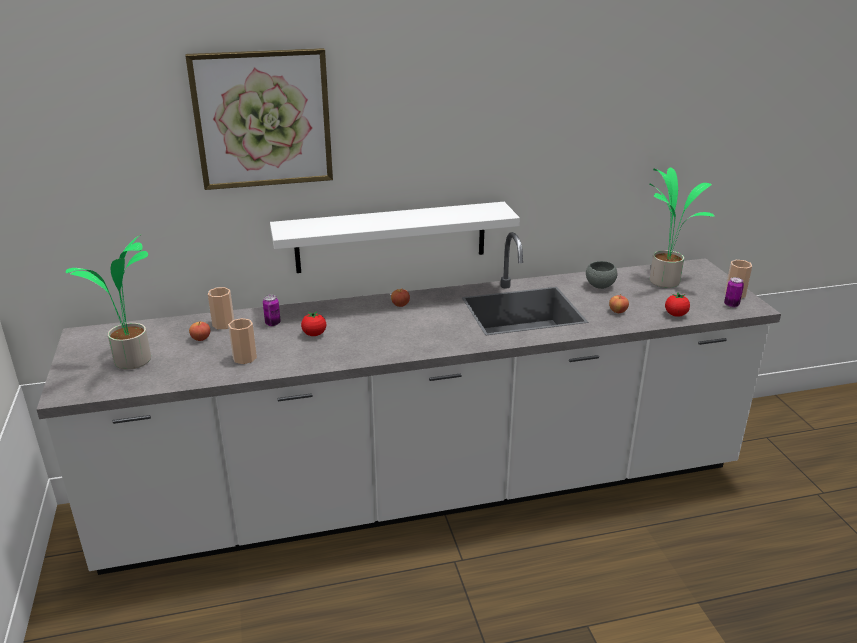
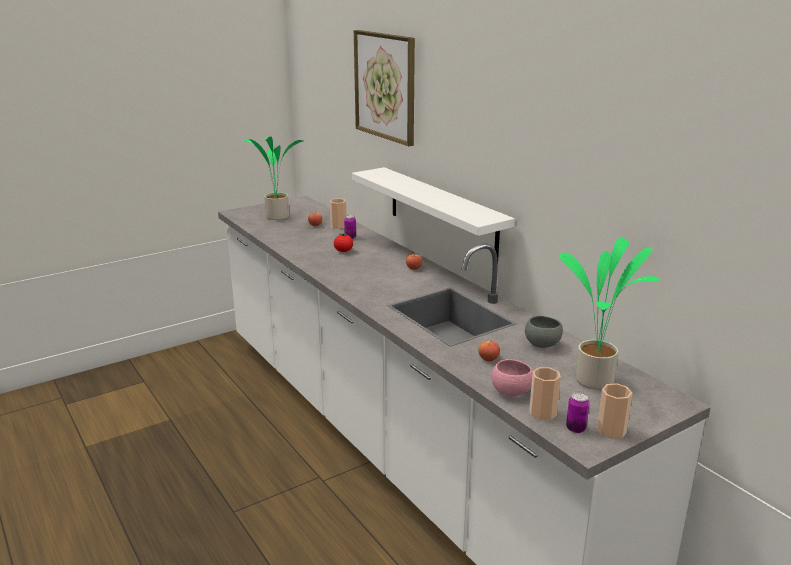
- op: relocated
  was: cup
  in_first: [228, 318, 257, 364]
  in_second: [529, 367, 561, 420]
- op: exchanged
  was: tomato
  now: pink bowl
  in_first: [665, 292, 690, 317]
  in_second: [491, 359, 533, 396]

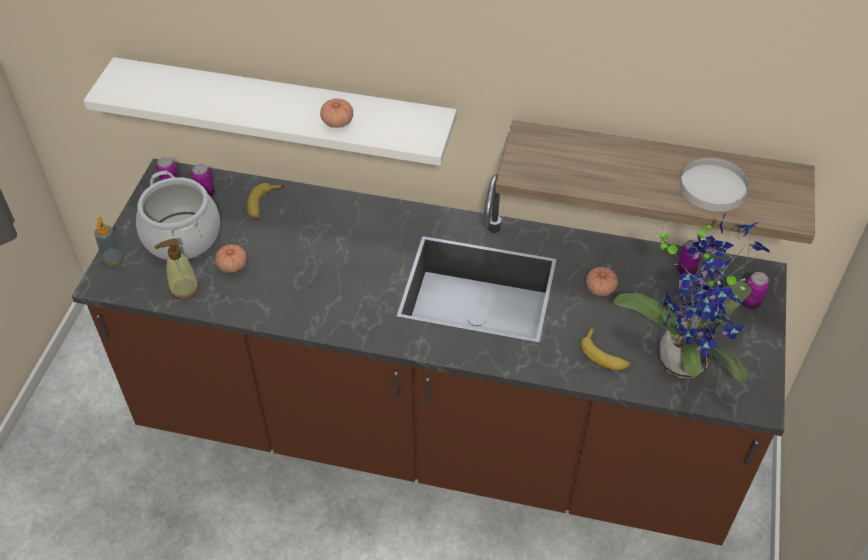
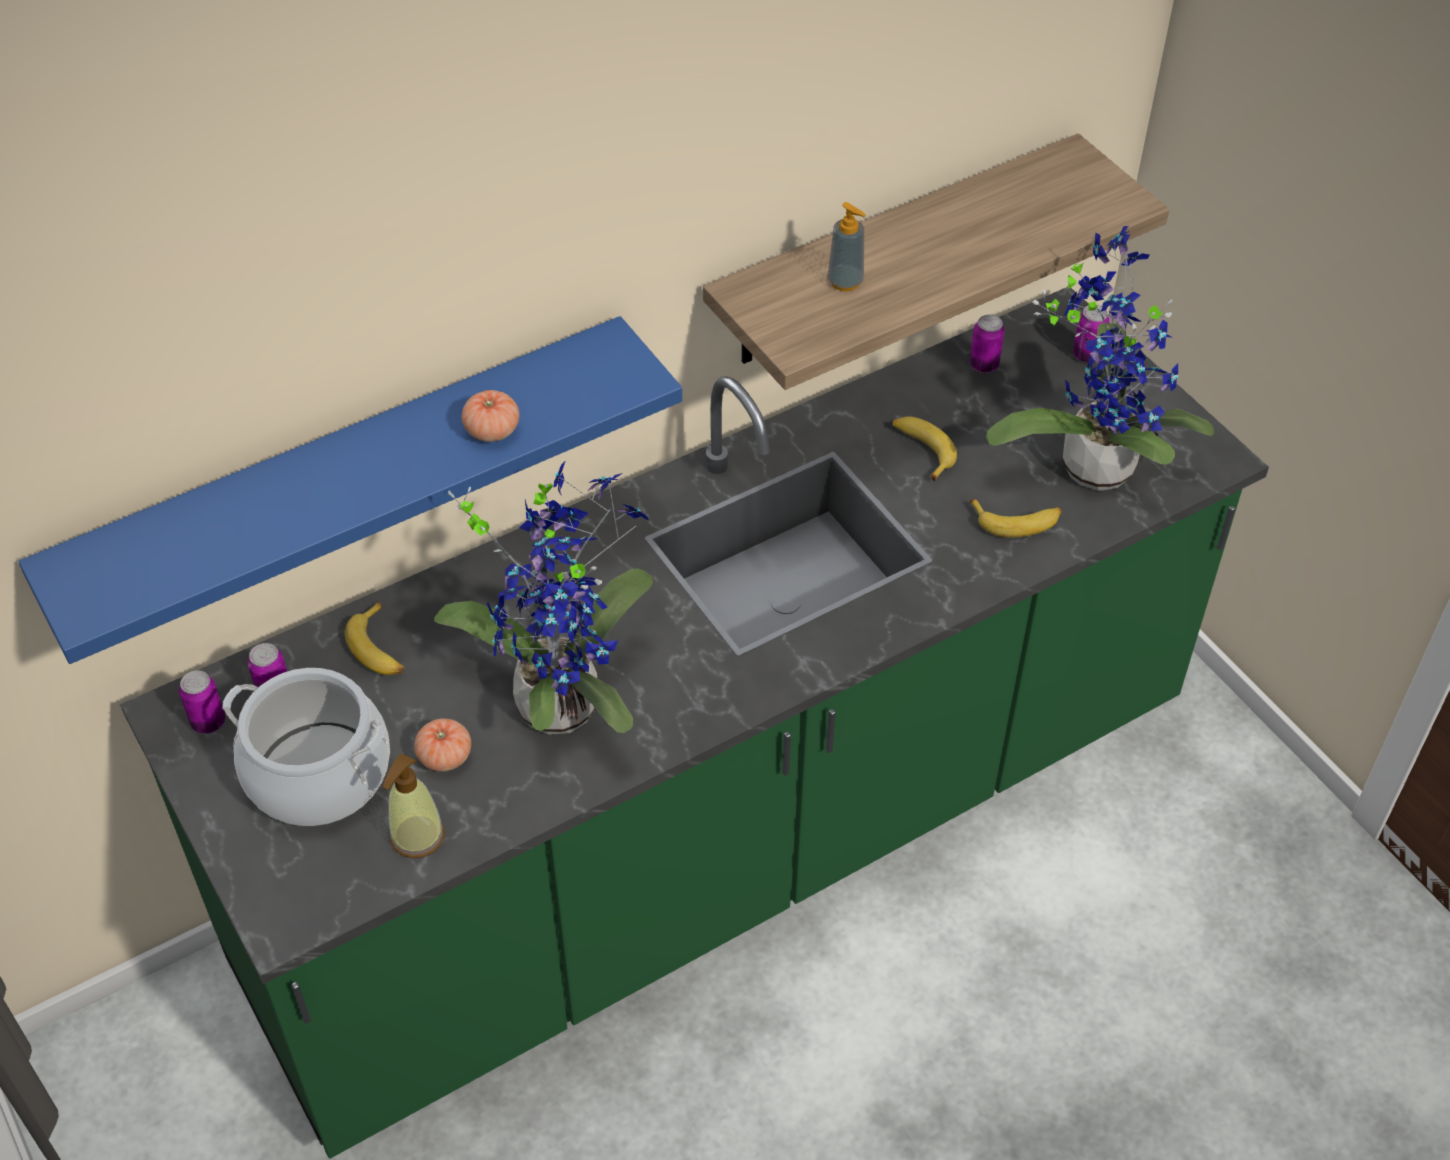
- op: missing
  was: white plate
  in_first: [680, 157, 749, 212]
- op: appeared
  now: potted plant
  in_second: [434, 460, 653, 735]
- op: relocated
  was: soap dispenser
  in_first: [94, 217, 123, 265]
  in_second: [827, 202, 866, 291]
- op: exchanged
  was: tomato
  now: banana
  in_first: [586, 267, 618, 296]
  in_second: [893, 416, 957, 481]
- op: colour
  was: brown counter
  now: green counter
  in_first: [72, 158, 787, 545]
  in_second: [120, 287, 1269, 1158]
- op: colour
  was: white shelf
  now: blue shelf
  in_first: [83, 57, 457, 166]
  in_second: [19, 316, 682, 664]

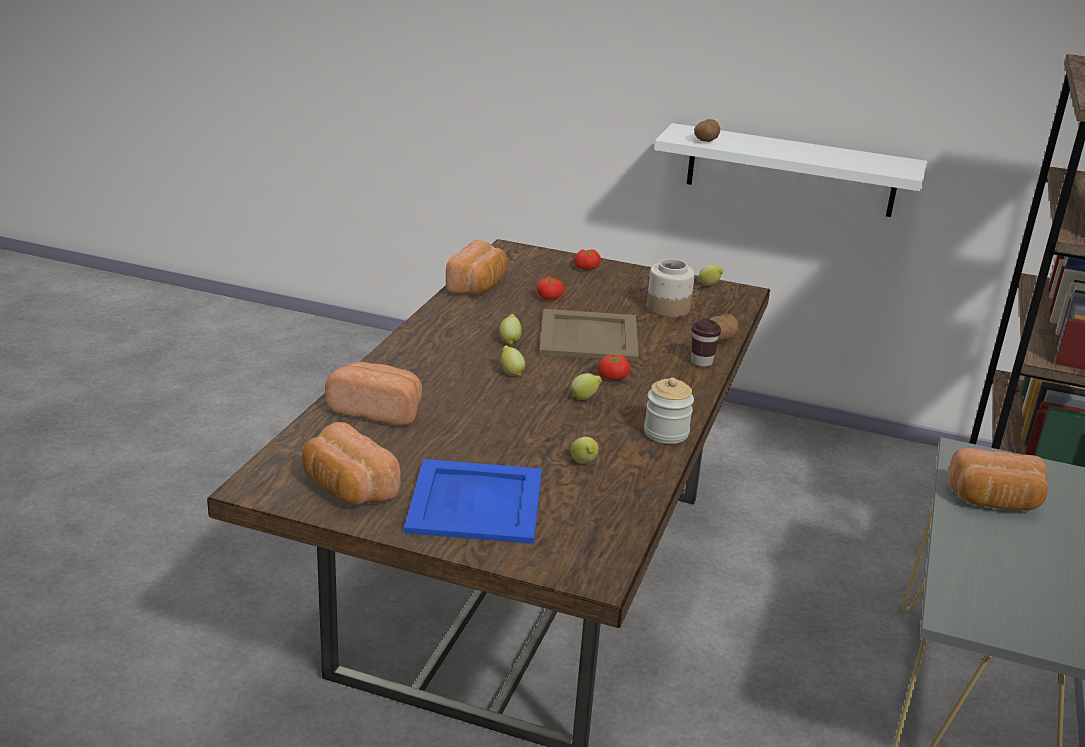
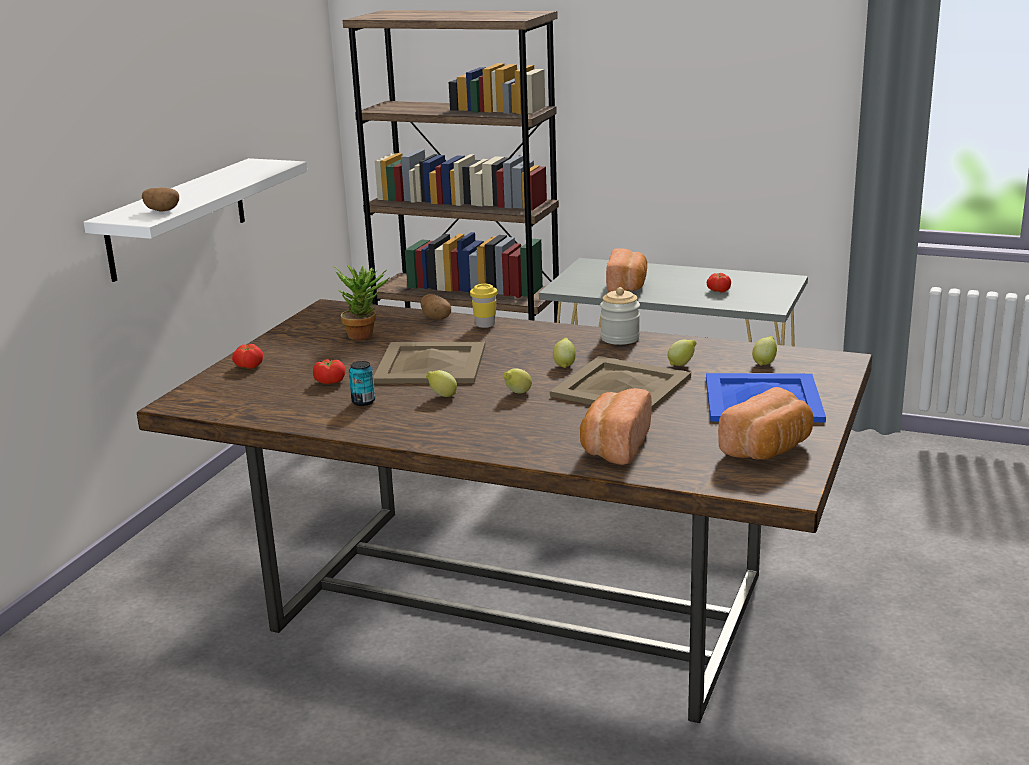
- op: missing
  was: bread
  in_first: [446, 240, 507, 294]
- op: appeared
  now: can
  in_second: [349, 361, 375, 406]
- op: appeared
  now: beige tray
  in_second: [550, 356, 691, 411]
- op: relocated
  was: tomato
  in_first: [598, 354, 630, 380]
  in_second: [707, 273, 731, 293]
- op: relocated
  was: lemon
  in_first: [699, 265, 723, 286]
  in_second: [752, 336, 777, 366]
- op: exchanged
  was: jar
  now: potted plant
  in_first: [647, 259, 695, 317]
  in_second: [334, 265, 389, 340]
- op: colour
  was: brown cup
  now: yellow cup
  in_first: [691, 319, 721, 367]
  in_second: [470, 284, 497, 328]

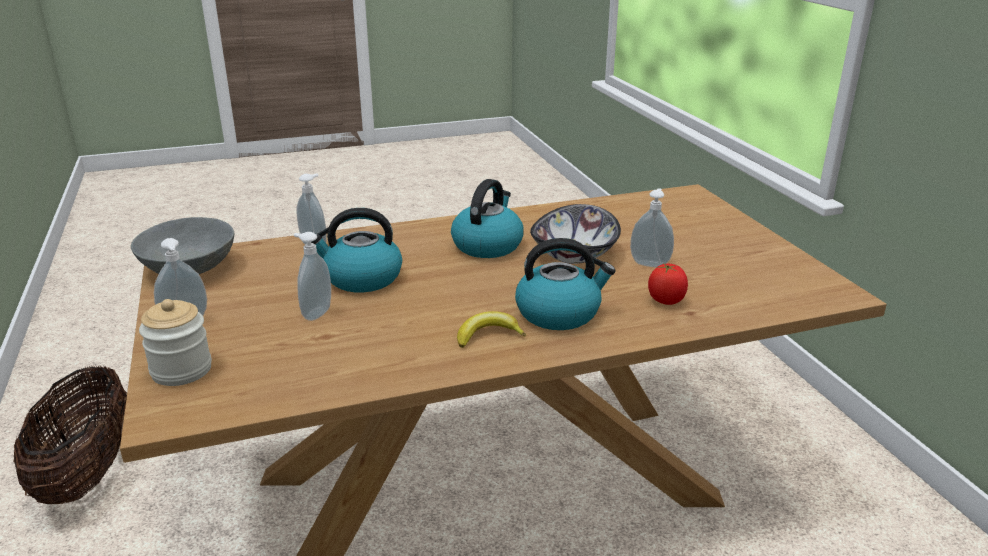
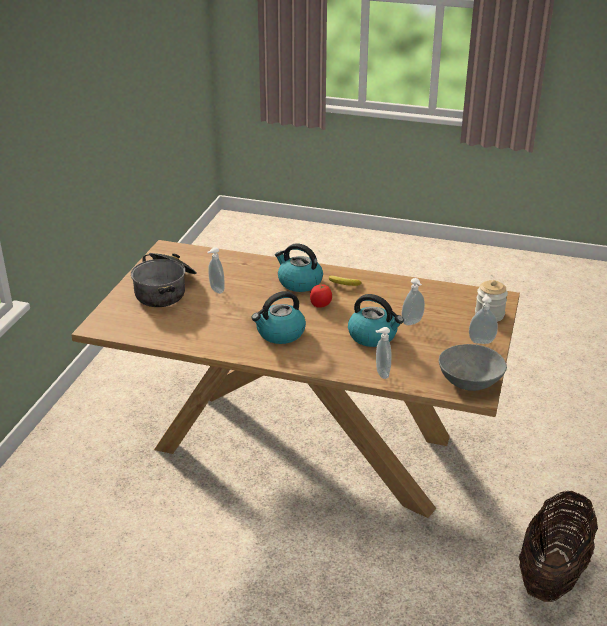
- op: missing
  was: bowl
  in_first: [530, 204, 621, 264]
- op: appeared
  now: cooking pot
  in_second: [131, 253, 197, 307]
- op: relocated
  was: tomato
  in_first: [648, 263, 688, 305]
  in_second: [310, 284, 332, 308]

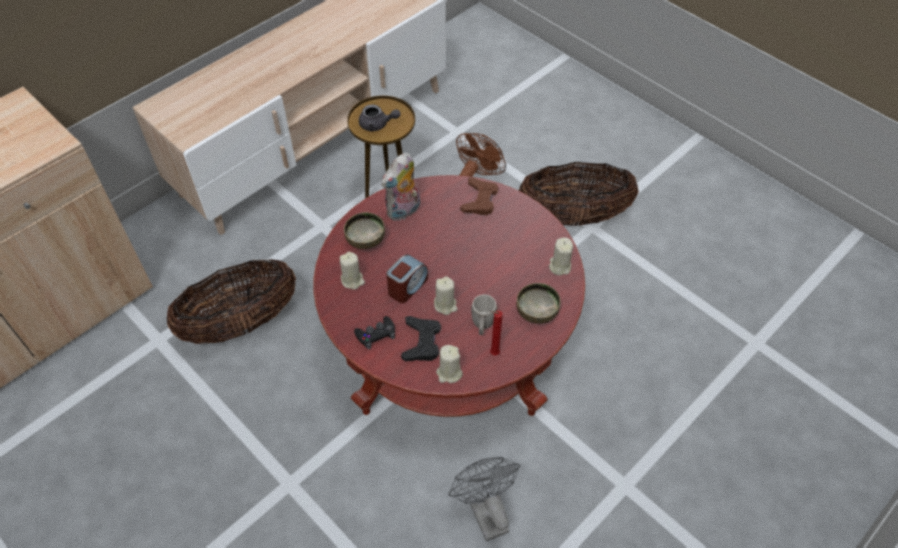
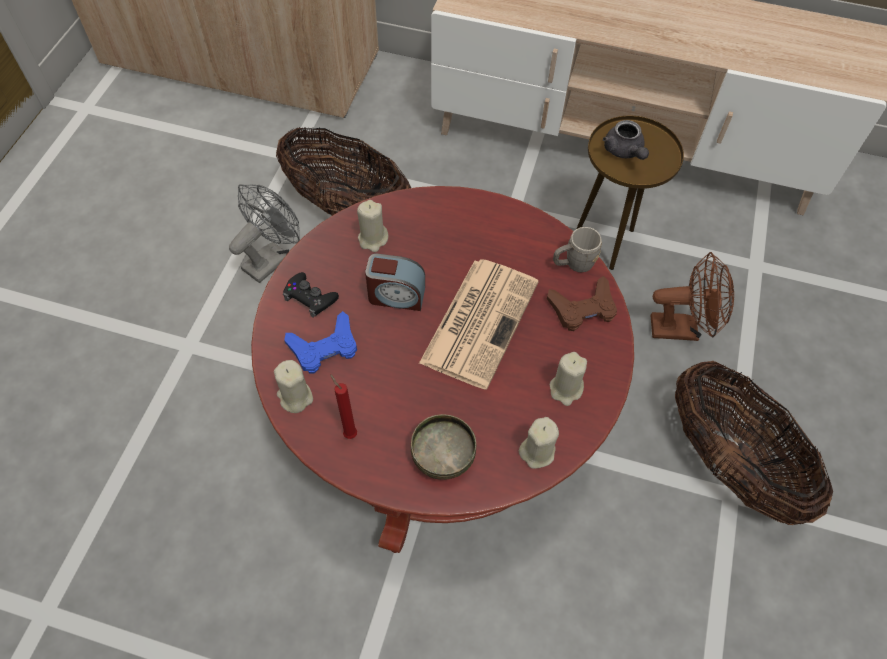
- op: missing
  was: bowl
  in_first: [344, 212, 385, 249]
- op: missing
  was: plush toy
  in_first: [381, 153, 420, 221]
- op: appeared
  now: newspaper
  in_second: [419, 259, 539, 389]
- op: relocated
  was: beige candle
  in_first: [434, 276, 458, 315]
  in_second: [550, 352, 587, 406]
- op: relocated
  was: grey fan
  in_first: [448, 457, 520, 541]
  in_second: [229, 184, 300, 283]
- op: relocated
  was: grey mug
  in_first: [471, 294, 497, 335]
  in_second: [553, 227, 602, 272]
- op: colour
  was: black game controller
  now: blue game controller
  in_first: [401, 316, 441, 361]
  in_second: [284, 311, 357, 374]

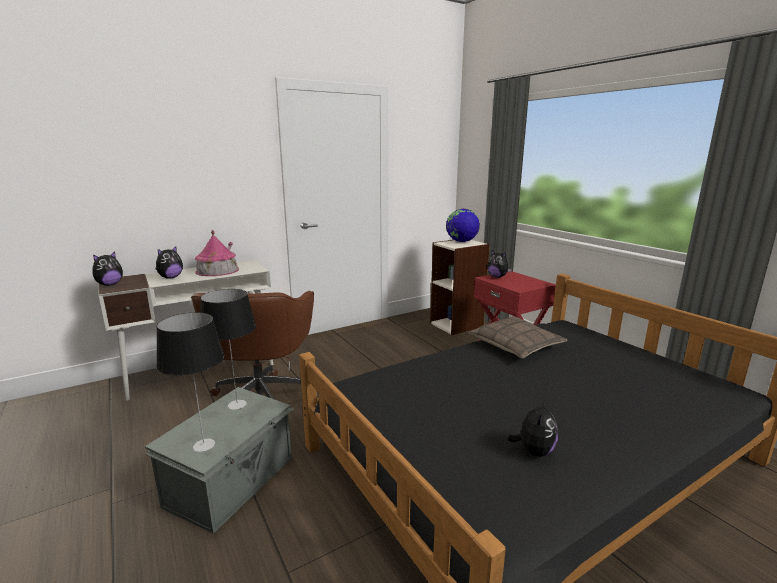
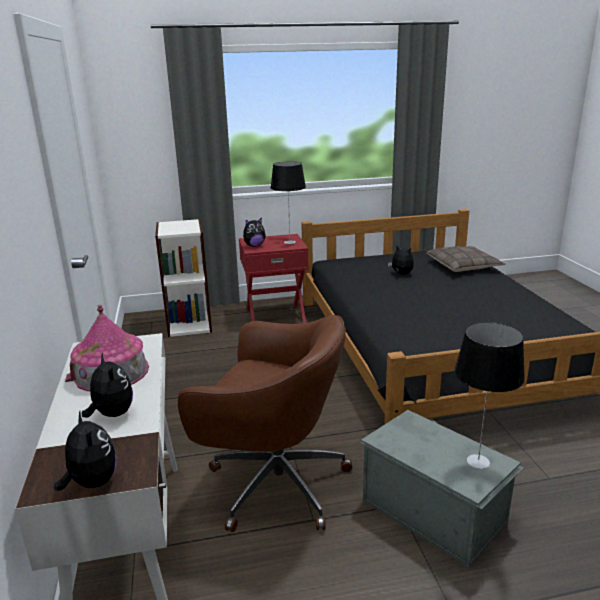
- op: missing
  was: globe
  in_first: [446, 209, 480, 242]
- op: relocated
  was: table lamp
  in_first: [200, 289, 256, 410]
  in_second: [271, 161, 306, 244]
- op: relocated
  was: pillow
  in_first: [469, 317, 567, 359]
  in_second: [426, 246, 505, 272]
- op: relocated
  was: plush toy
  in_first: [507, 399, 558, 457]
  in_second: [388, 245, 414, 275]

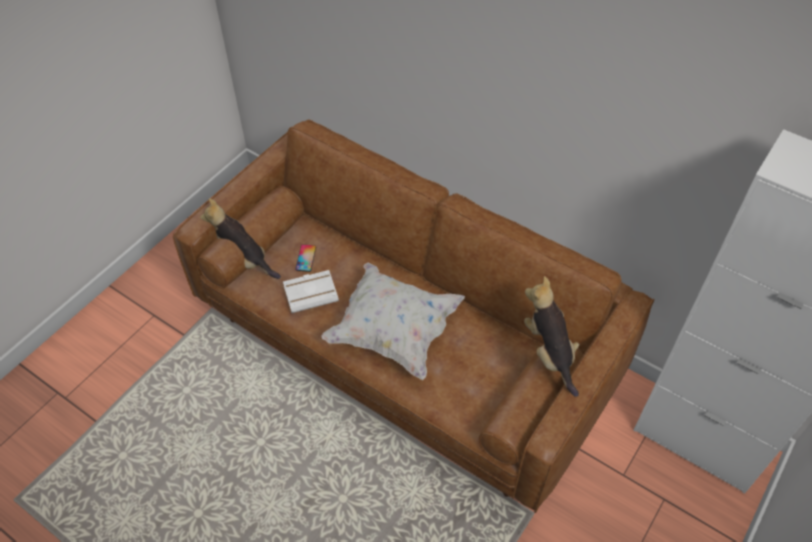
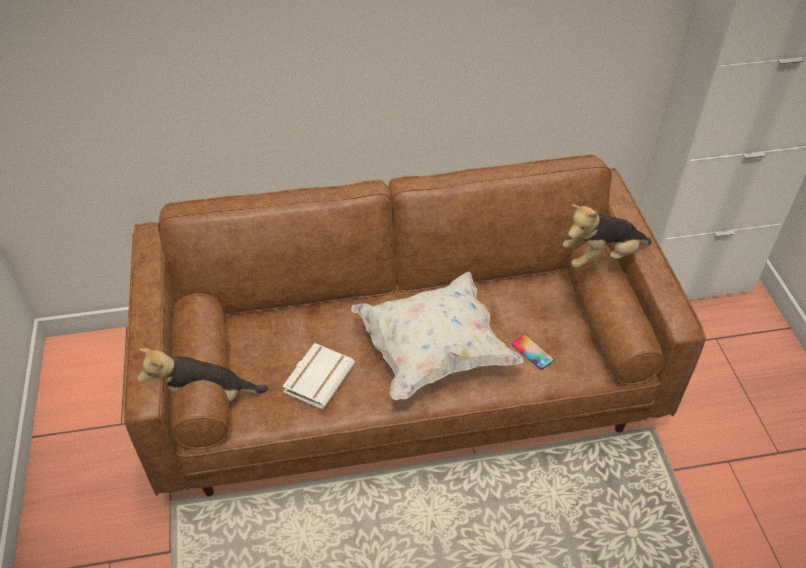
- op: relocated
  was: phone
  in_first: [295, 245, 316, 272]
  in_second: [512, 334, 555, 370]
- op: spun
  was: plush toy
  in_first: [524, 276, 579, 397]
  in_second: [563, 204, 652, 268]
  clockwise: -45

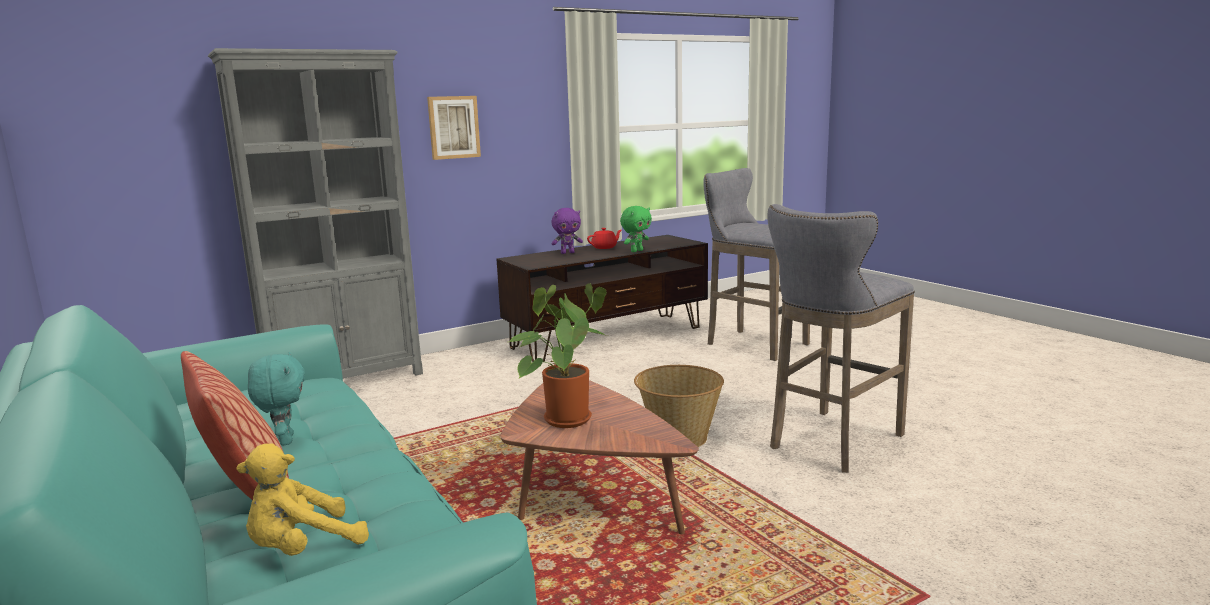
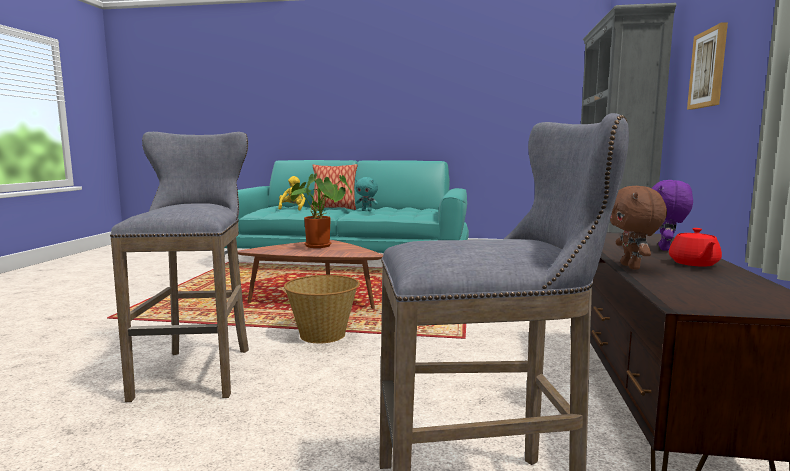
- op: colour
  was: green plush toy
  now: brown plush toy
  in_first: [620, 206, 652, 252]
  in_second: [610, 186, 667, 269]

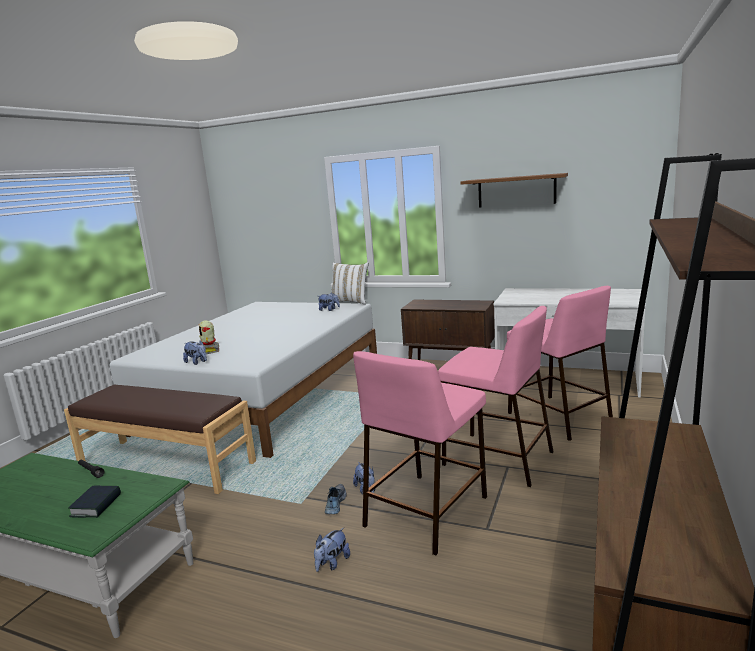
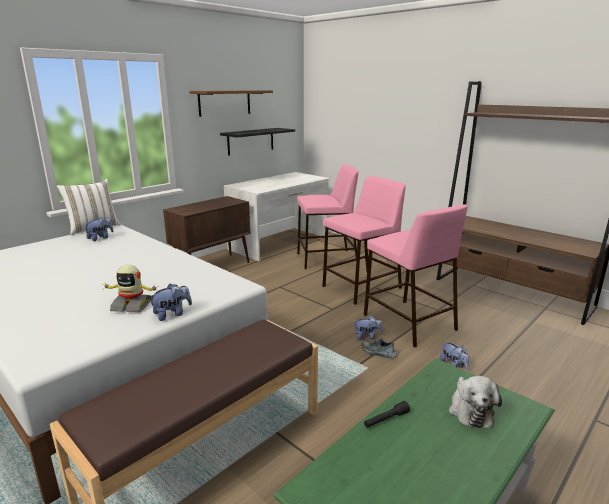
- op: appeared
  now: black shelf
  in_second: [220, 128, 295, 156]
- op: exchanged
  was: book
  now: plush toy
  in_first: [68, 486, 121, 518]
  in_second: [449, 376, 502, 428]

